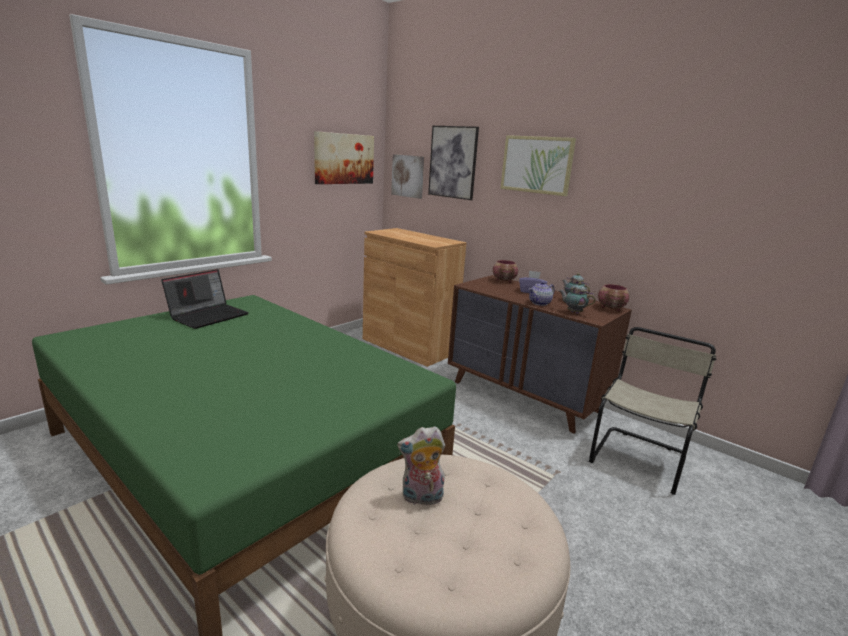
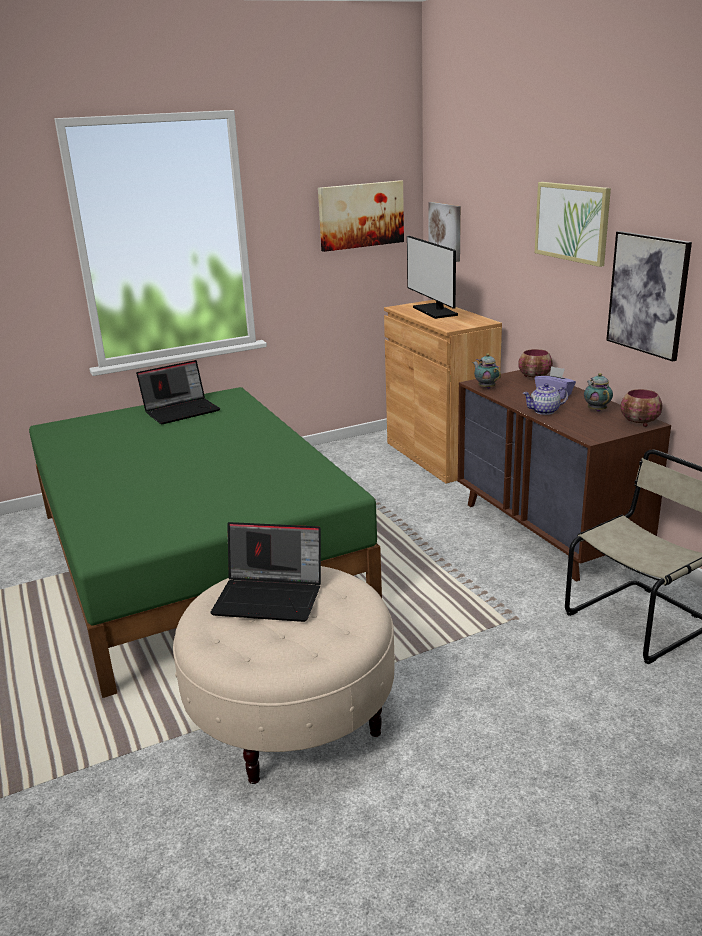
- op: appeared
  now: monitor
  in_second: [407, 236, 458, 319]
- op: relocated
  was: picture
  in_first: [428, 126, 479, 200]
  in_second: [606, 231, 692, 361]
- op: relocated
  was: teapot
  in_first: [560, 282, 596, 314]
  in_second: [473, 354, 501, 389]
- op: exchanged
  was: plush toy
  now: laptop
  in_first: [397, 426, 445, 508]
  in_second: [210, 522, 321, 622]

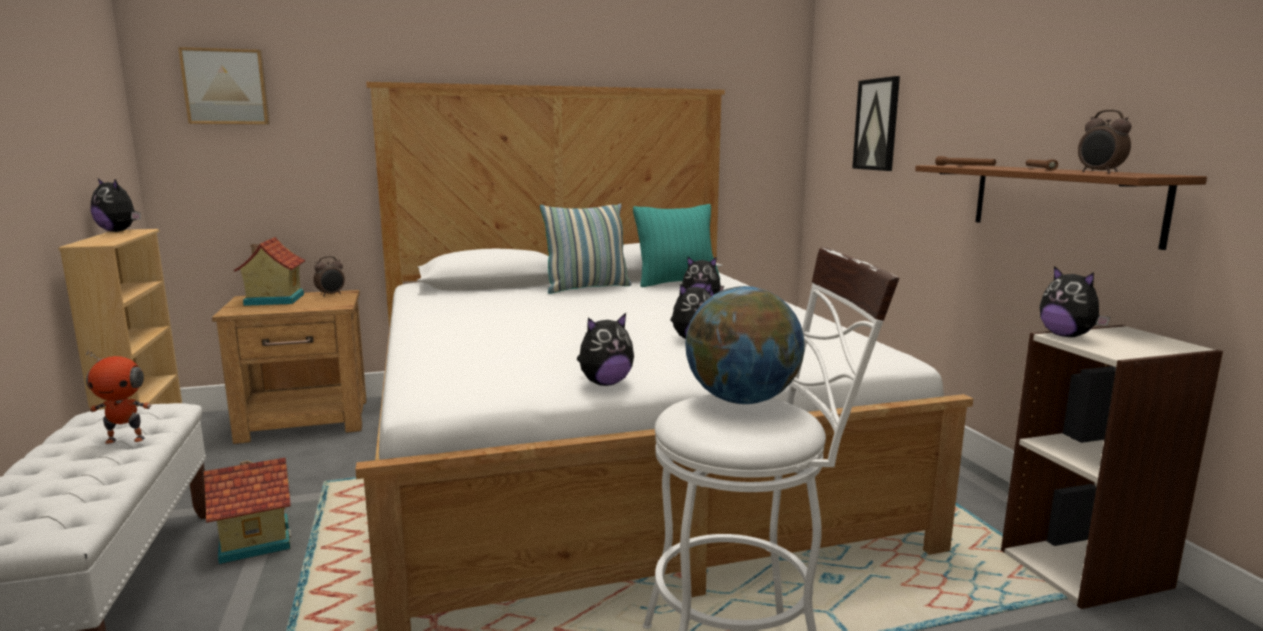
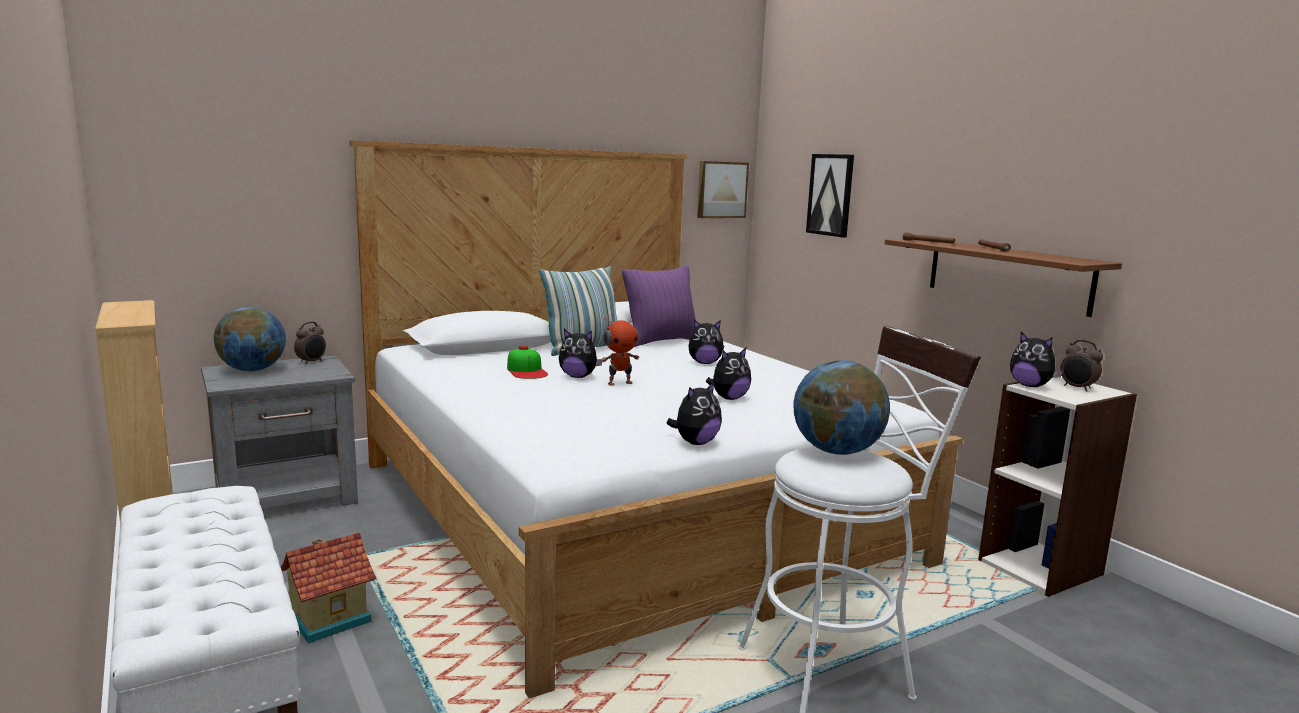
- op: appeared
  now: cap
  in_second: [507, 346, 548, 379]
- op: relocated
  was: toy robot
  in_first: [86, 350, 152, 444]
  in_second: [601, 316, 639, 386]
- op: relocated
  was: plush toy
  in_first: [91, 179, 141, 232]
  in_second: [559, 329, 602, 378]
- op: relocated
  was: picture
  in_first: [178, 47, 270, 124]
  in_second: [697, 161, 749, 218]
- op: relocated
  was: alarm clock
  in_first: [1078, 110, 1132, 174]
  in_second: [1060, 340, 1103, 392]
- op: exchanged
  was: toy house
  now: globe
  in_first: [233, 237, 306, 306]
  in_second: [214, 306, 286, 371]
- op: colour
  was: brown nightstand
  now: grey nightstand
  in_first: [212, 290, 366, 444]
  in_second: [201, 356, 358, 509]
- op: colour
  was: turquoise pillow
  now: purple pillow
  in_first: [633, 204, 720, 287]
  in_second: [622, 266, 696, 347]

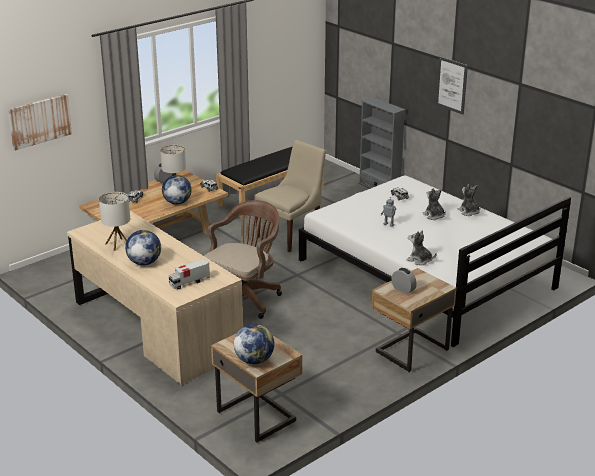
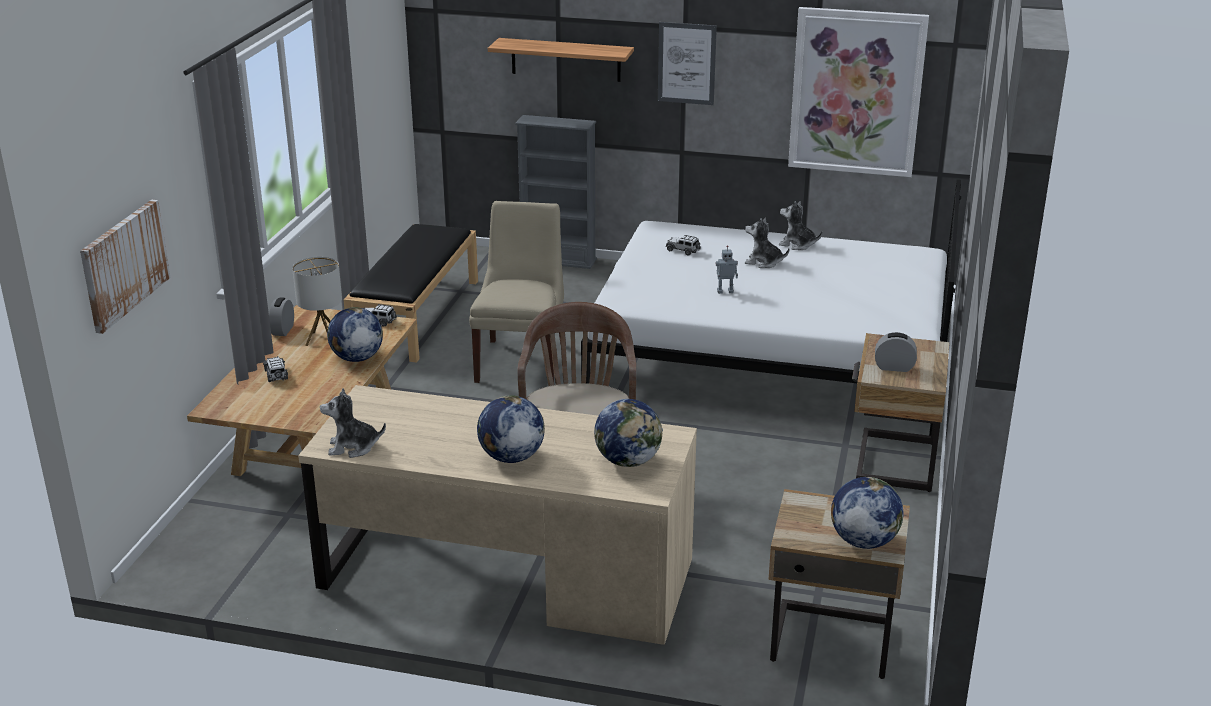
- op: missing
  was: table lamp
  in_first: [99, 192, 130, 251]
- op: appeared
  now: shelf
  in_second: [488, 38, 634, 82]
- op: appeared
  now: picture
  in_second: [788, 7, 929, 177]
- op: relocated
  was: plush toy
  in_first: [406, 230, 437, 265]
  in_second: [320, 388, 386, 458]
- op: exchanged
  was: toy truck
  now: globe
  in_first: [169, 259, 210, 289]
  in_second: [594, 399, 663, 467]

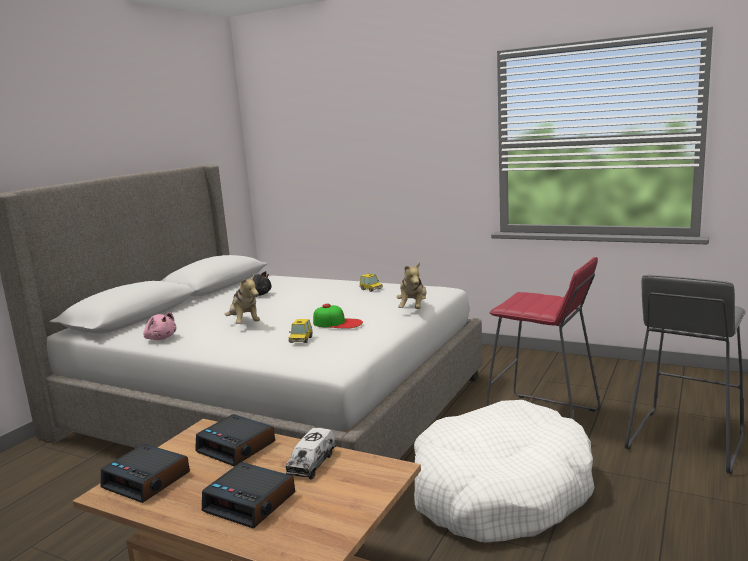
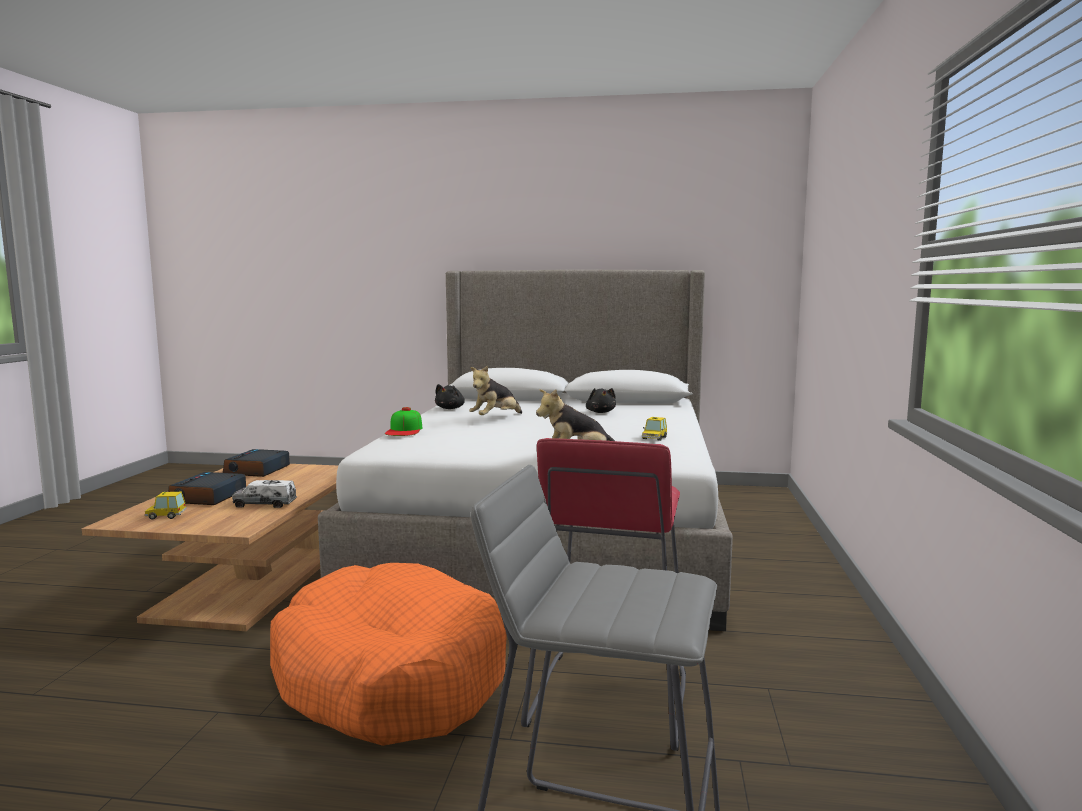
- op: missing
  was: alarm clock
  in_first: [195, 414, 275, 466]
- op: relocated
  was: toy car
  in_first: [288, 319, 313, 343]
  in_second: [145, 492, 187, 520]
- op: relocated
  was: cap
  in_first: [313, 304, 363, 329]
  in_second: [385, 407, 422, 436]
- op: colour
  was: pink plush toy
  now: black plush toy
  in_first: [143, 312, 177, 340]
  in_second: [435, 384, 465, 409]
- op: colour
  was: white dog bed
  now: orange dog bed
  in_first: [414, 400, 595, 542]
  in_second: [270, 563, 507, 746]

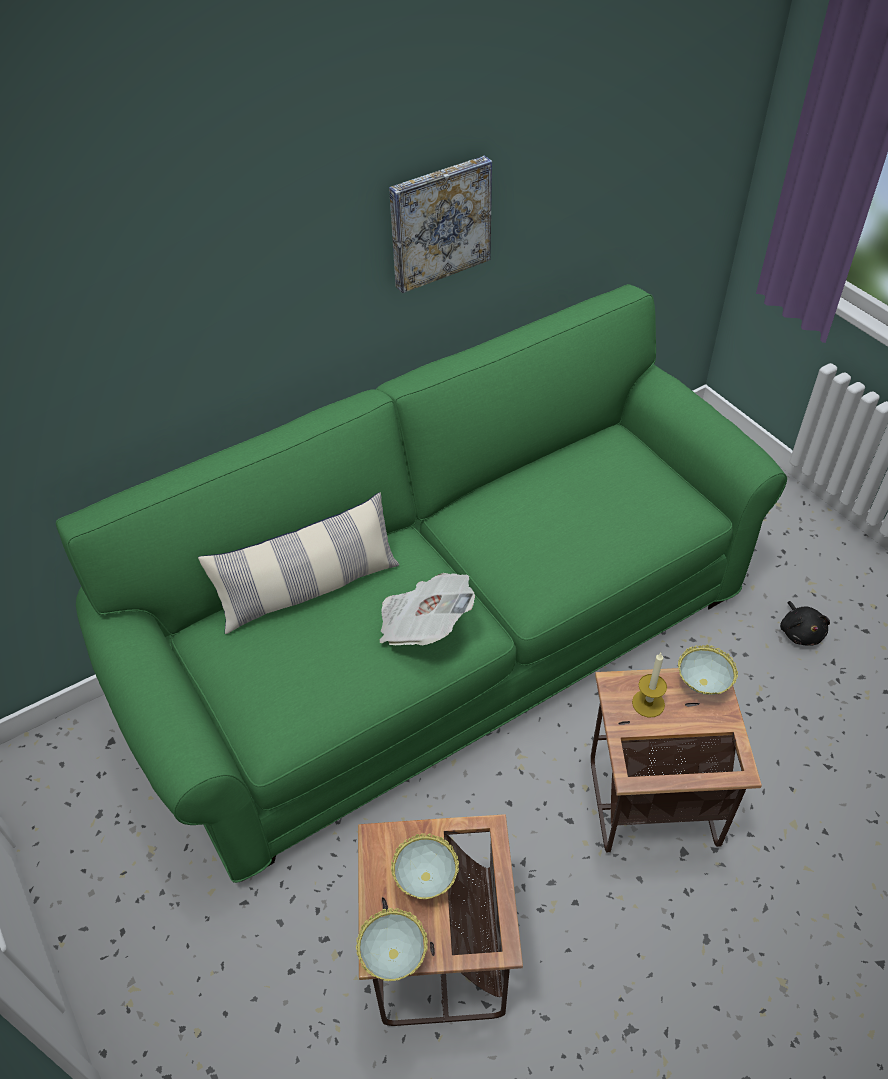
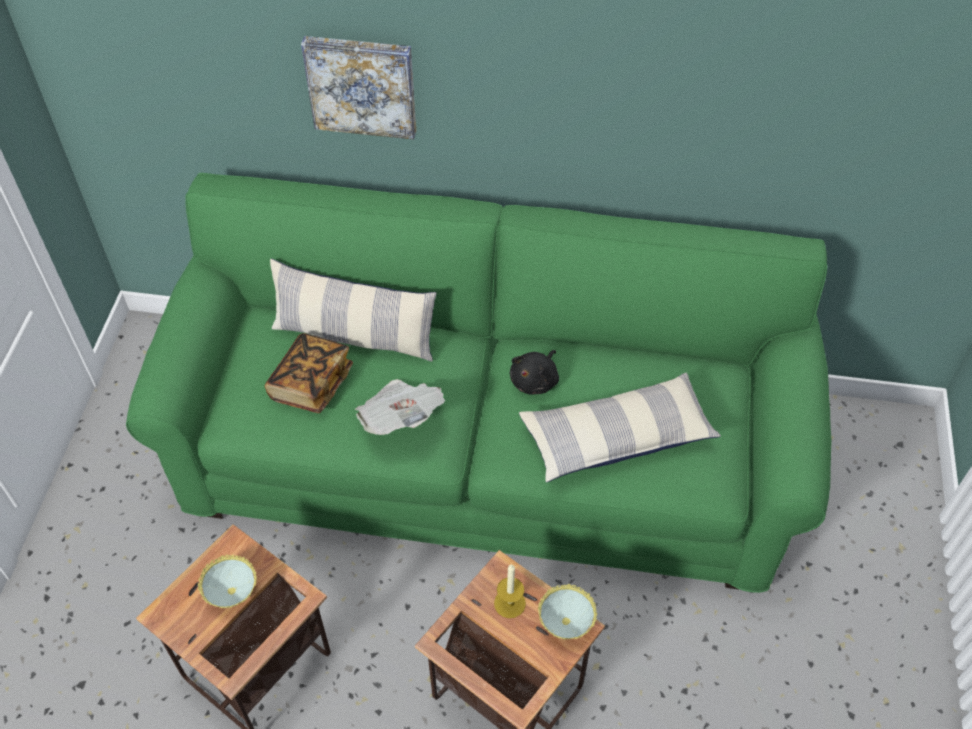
- op: missing
  was: bowl
  in_first: [356, 908, 428, 981]
- op: appeared
  now: book
  in_second: [265, 333, 353, 413]
- op: appeared
  now: pillow
  in_second: [519, 373, 721, 483]
- op: relocated
  was: picture
  in_first: [389, 156, 492, 293]
  in_second: [301, 36, 416, 140]
- op: relocated
  was: black plush toy
  in_first: [780, 601, 830, 646]
  in_second: [510, 350, 559, 395]

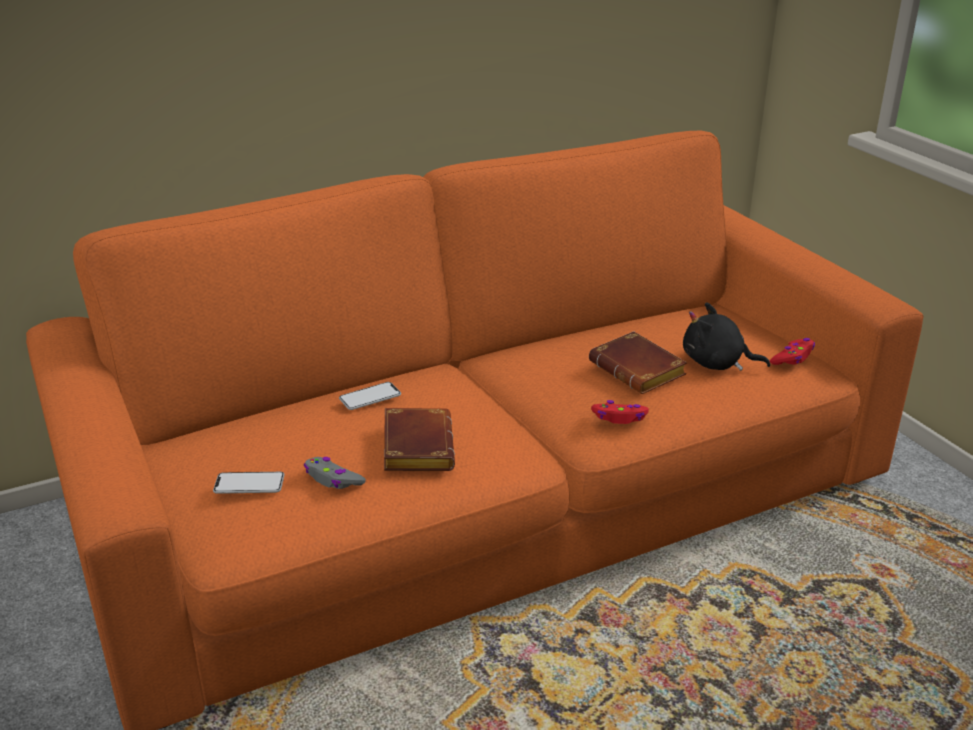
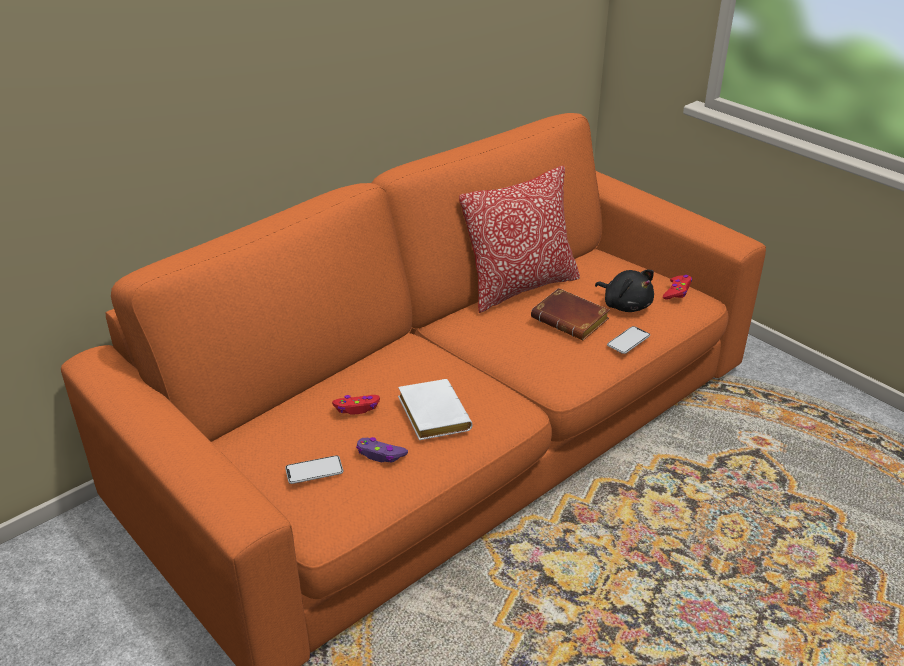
- op: appeared
  now: pillow
  in_second: [459, 166, 580, 313]
- op: relocated
  was: phone
  in_first: [339, 382, 401, 410]
  in_second: [607, 326, 650, 354]
- op: relocated
  was: red game controller
  in_first: [591, 400, 649, 424]
  in_second: [332, 395, 380, 415]
- op: colour
  was: grey game controller
  now: purple game controller
  in_first: [304, 457, 366, 489]
  in_second: [356, 437, 408, 462]
- op: colour
  was: brown book
  now: white book
  in_first: [384, 408, 455, 471]
  in_second: [398, 379, 473, 440]
- op: spun
  was: black plush toy
  in_first: [683, 302, 770, 371]
  in_second: [595, 270, 654, 312]
  clockwise: -135

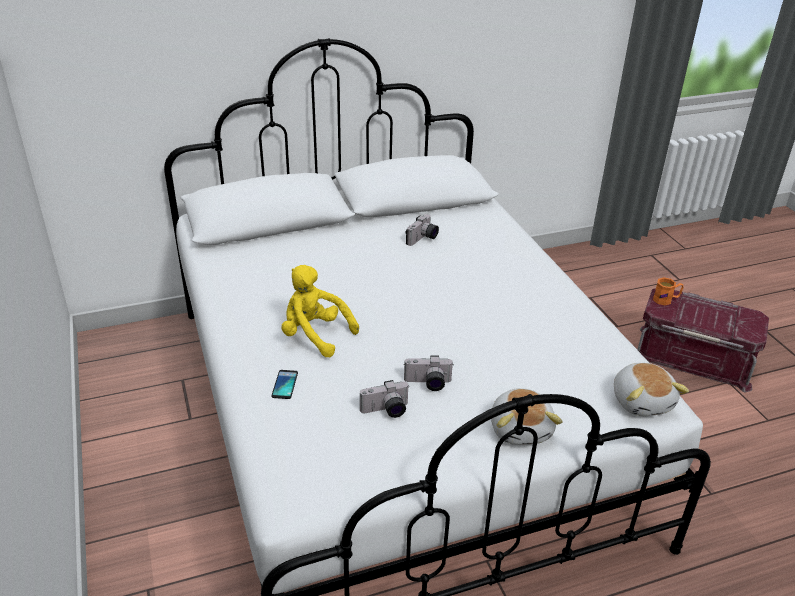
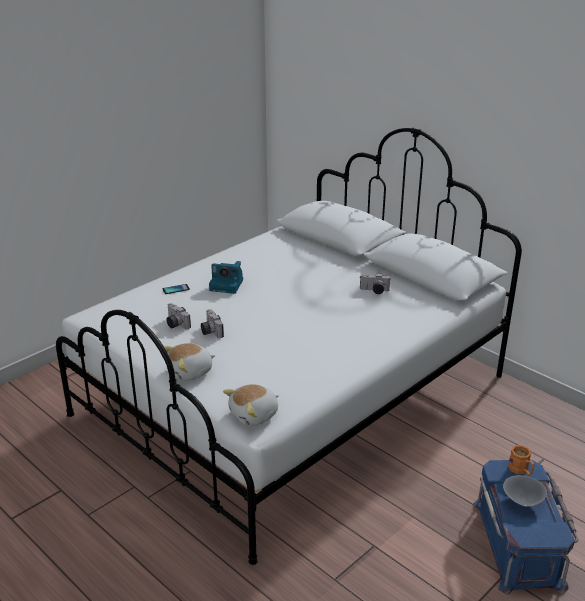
- op: appeared
  now: grey bowl
  in_second: [503, 475, 547, 507]
- op: exchanged
  was: yellow plush toy
  now: photo camera
  in_first: [281, 265, 359, 357]
  in_second: [209, 261, 243, 294]
- op: colour
  was: red storage box
  now: blue storage box
  in_first: [637, 288, 769, 392]
  in_second: [473, 460, 579, 595]

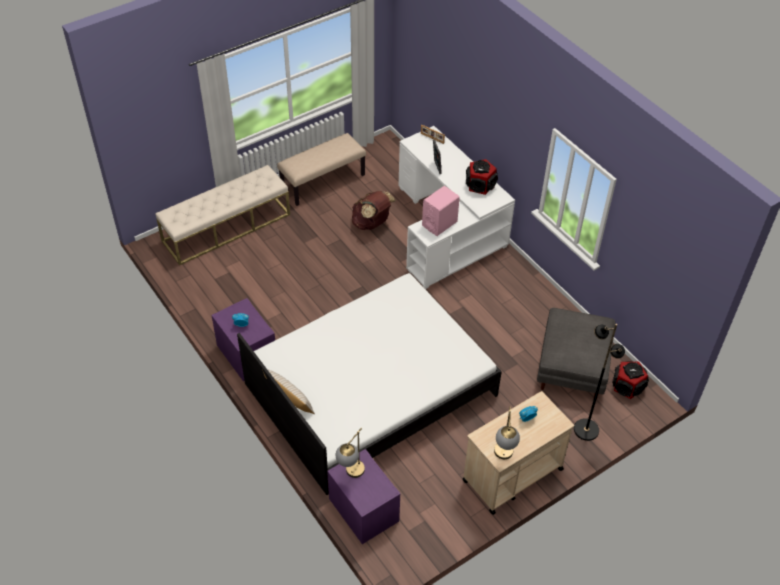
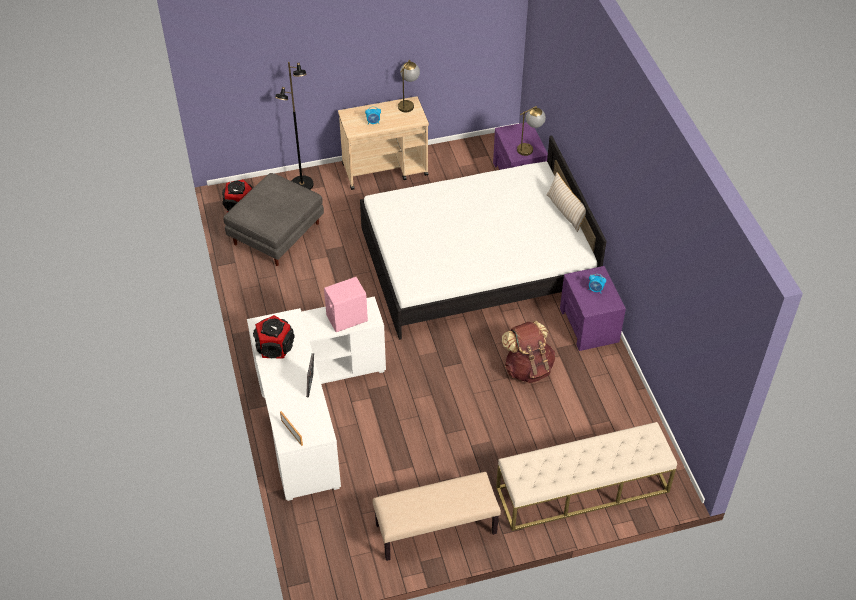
- op: relocated
  was: brown backpack
  in_first: [352, 191, 396, 230]
  in_second: [501, 321, 555, 383]

